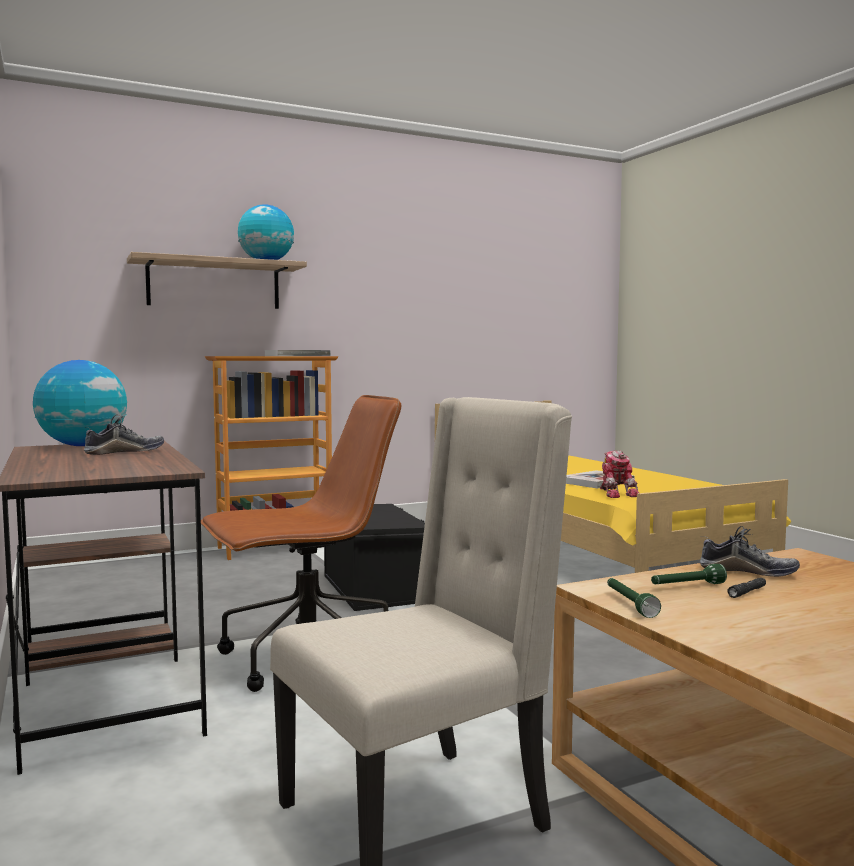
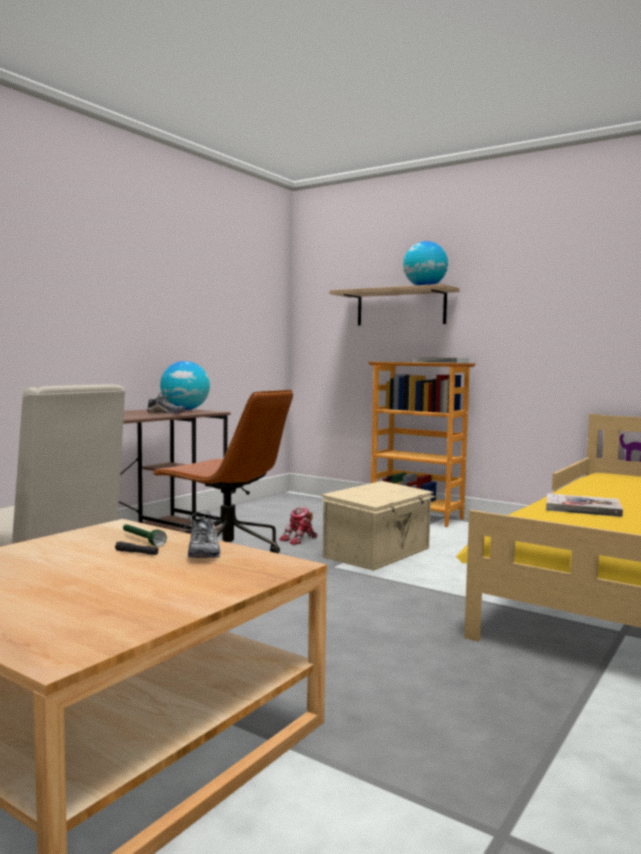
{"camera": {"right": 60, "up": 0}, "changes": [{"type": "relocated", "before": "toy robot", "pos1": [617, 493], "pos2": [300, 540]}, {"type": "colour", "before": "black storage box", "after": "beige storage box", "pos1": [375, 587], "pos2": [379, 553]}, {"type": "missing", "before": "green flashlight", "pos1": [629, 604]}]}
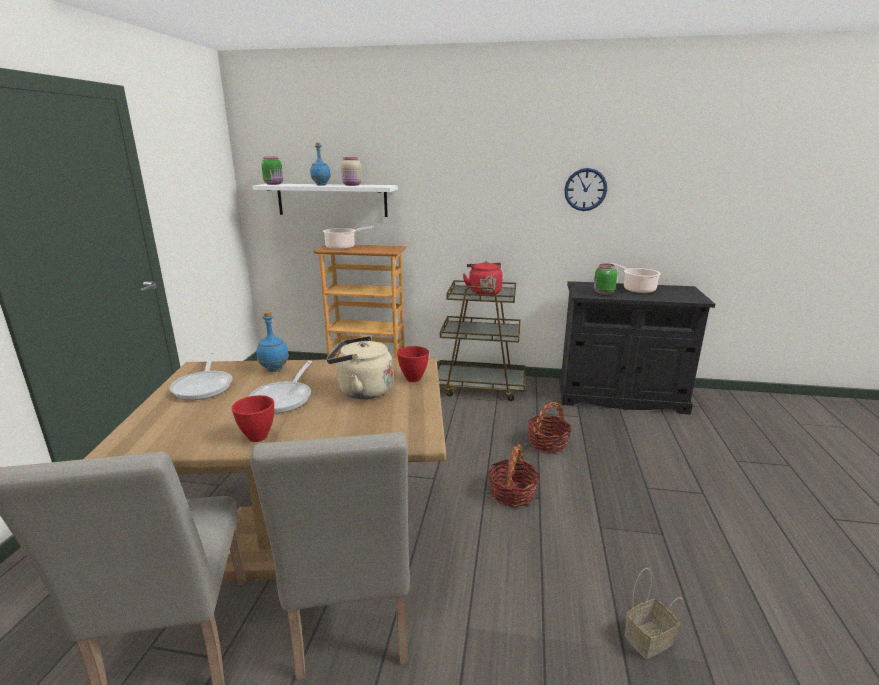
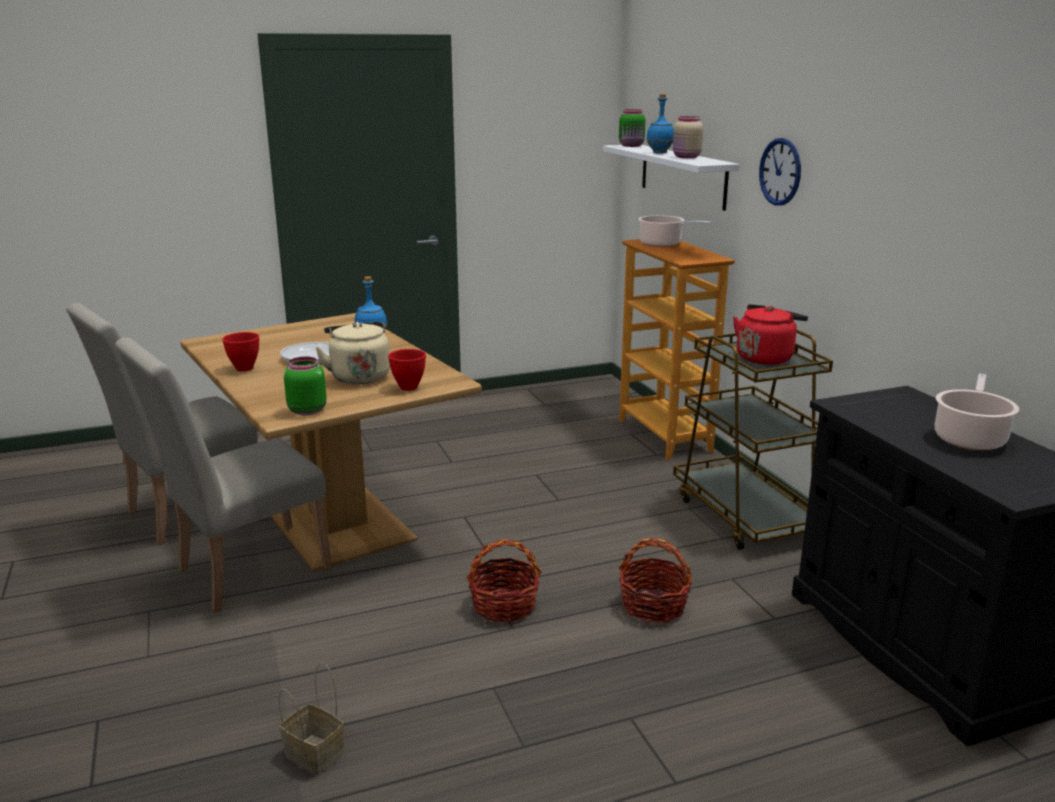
{"camera": {"right": 60, "up": 0}, "changes": [{"type": "relocated", "before": "wall clock", "pos1": [585, 189], "pos2": [780, 172]}, {"type": "relocated", "before": "green jar", "pos1": [603, 293], "pos2": [306, 410]}, {"type": "missing", "before": "frying pan", "pos1": [204, 386]}]}
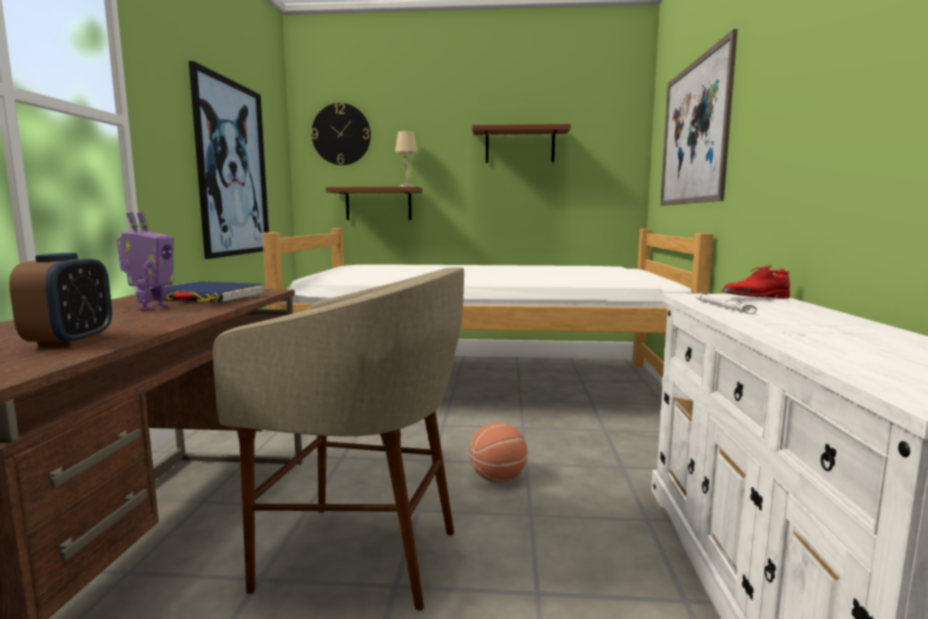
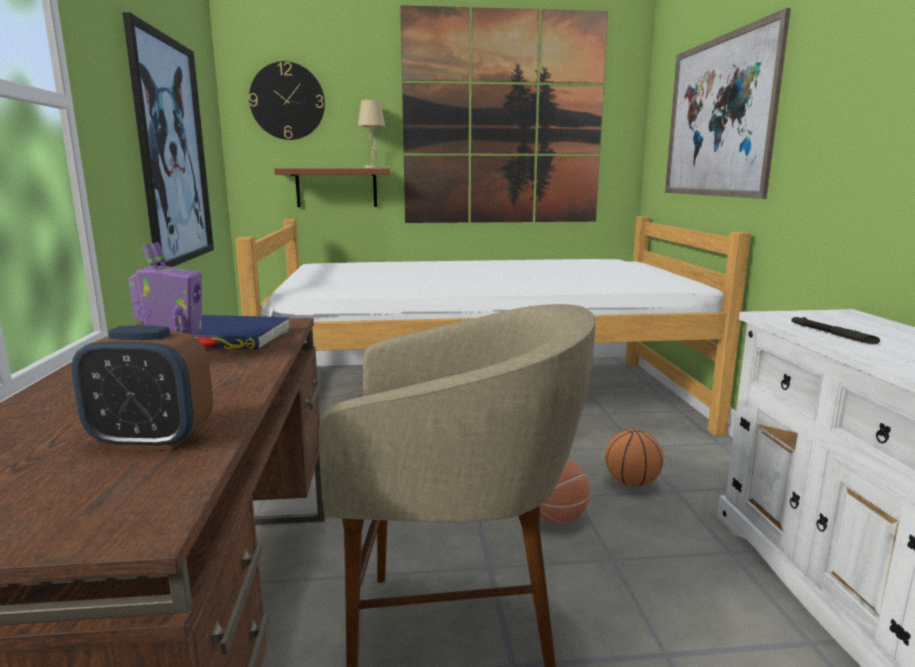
{"camera": {"right": -10, "up": 5}, "changes": [{"type": "exchanged", "before": "brown shelf", "after": "picture", "pos1": [520, 146], "pos2": [503, 119]}, {"type": "spun", "before": "alarm clock", "pos1": [71, 341], "pos2": [152, 440], "turn": 105}, {"type": "missing", "before": "red shoe", "pos1": [756, 298]}, {"type": "colour", "before": "white flashlight", "after": "black flashlight", "pos1": [723, 307], "pos2": [831, 334]}, {"type": "appeared", "after": "basketball", "pos2": [631, 483]}]}
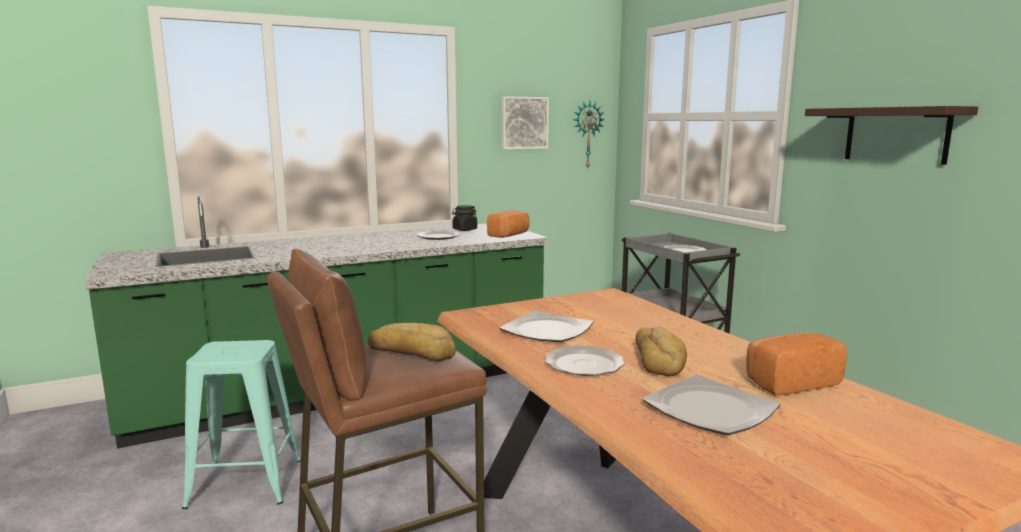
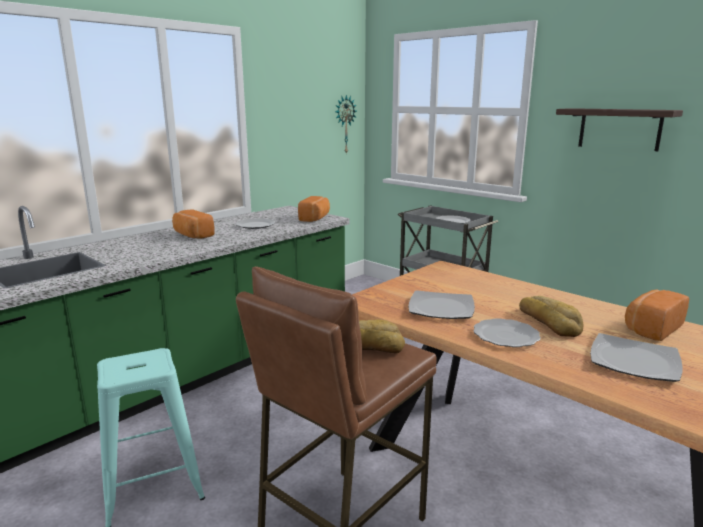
{"camera": {"right": -20, "up": 5}, "changes": [{"type": "missing", "before": "picture", "pos1": [523, 123]}, {"type": "missing", "before": "black jar", "pos1": [464, 229]}, {"type": "appeared", "after": "bread", "pos2": [192, 235]}]}
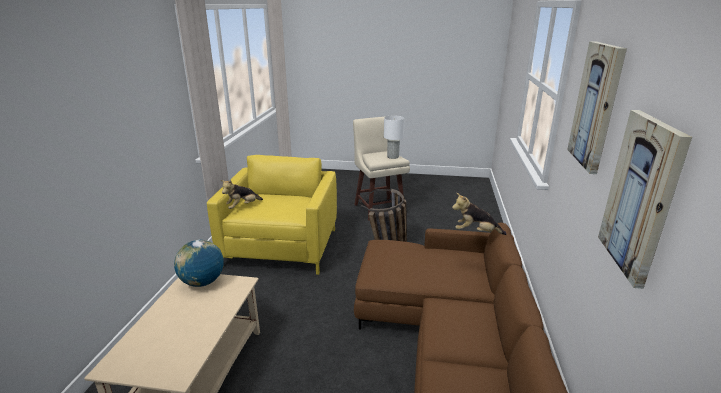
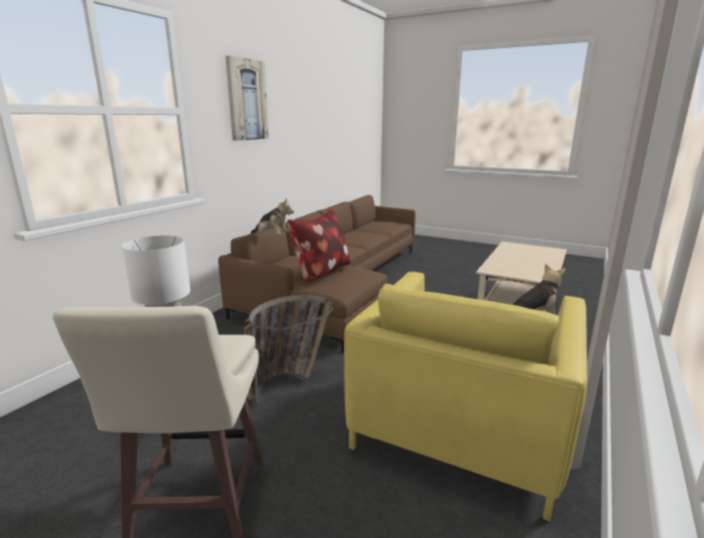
{"camera": {"right": -160, "up": -5}, "changes": [{"type": "missing", "before": "picture", "pos1": [641, 196]}, {"type": "missing", "before": "globe", "pos1": [202, 282]}, {"type": "appeared", "after": "pillow", "pos2": [321, 273]}]}
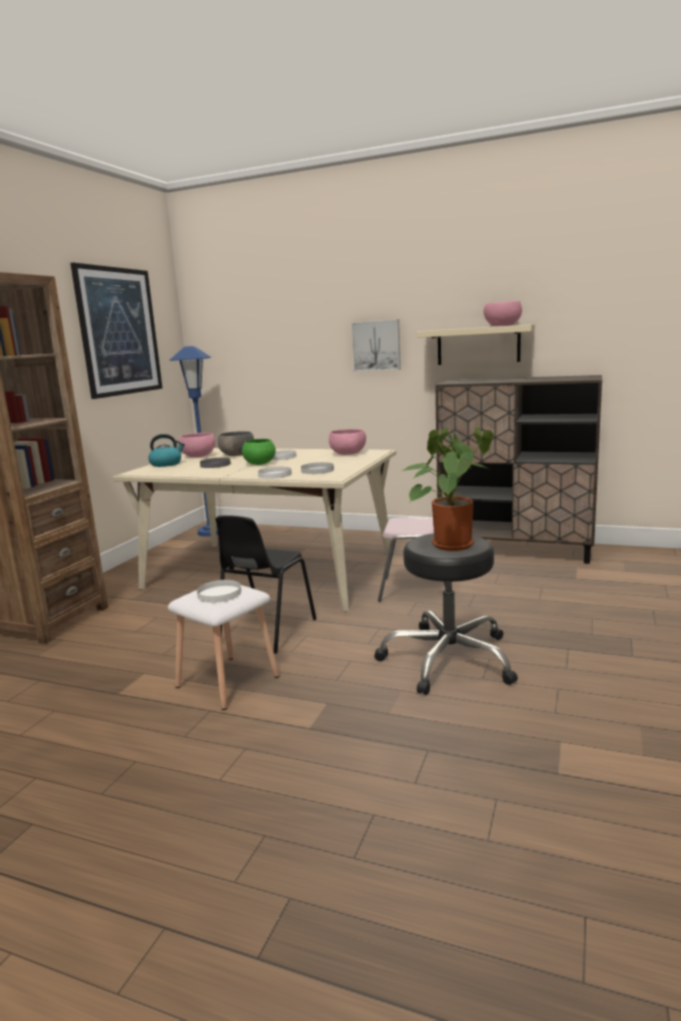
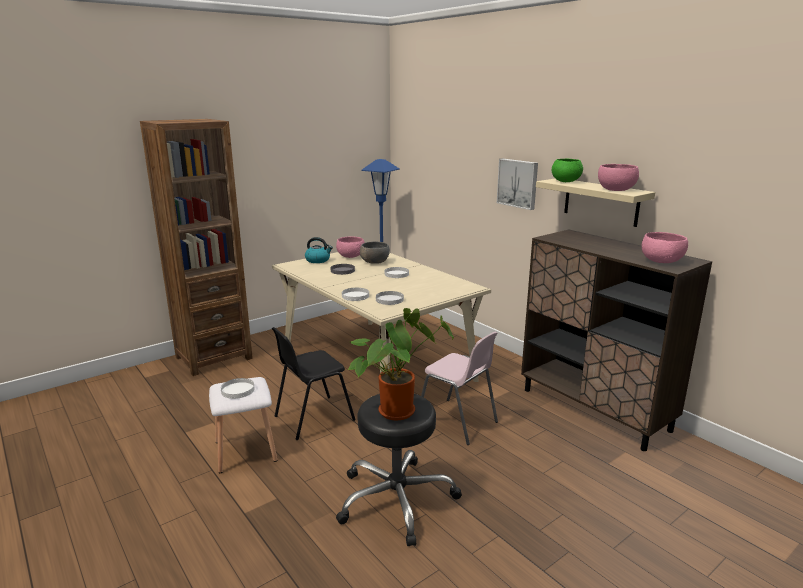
{"camera": {"right": 30, "up": 5}, "changes": [{"type": "missing", "before": "picture", "pos1": [119, 331]}, {"type": "relocated", "before": "pink bowl", "pos1": [348, 453], "pos2": [661, 261]}, {"type": "relocated", "before": "green bowl", "pos1": [259, 464], "pos2": [565, 181]}]}
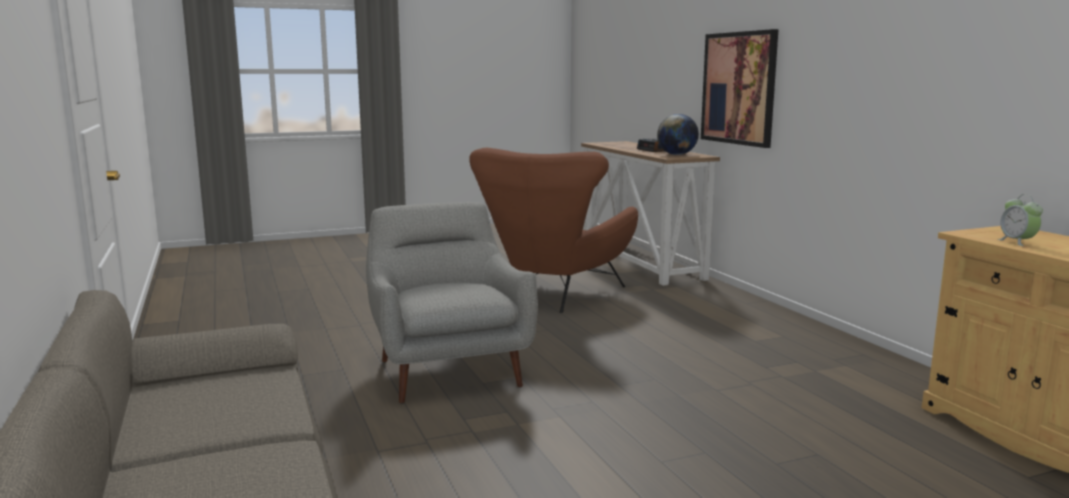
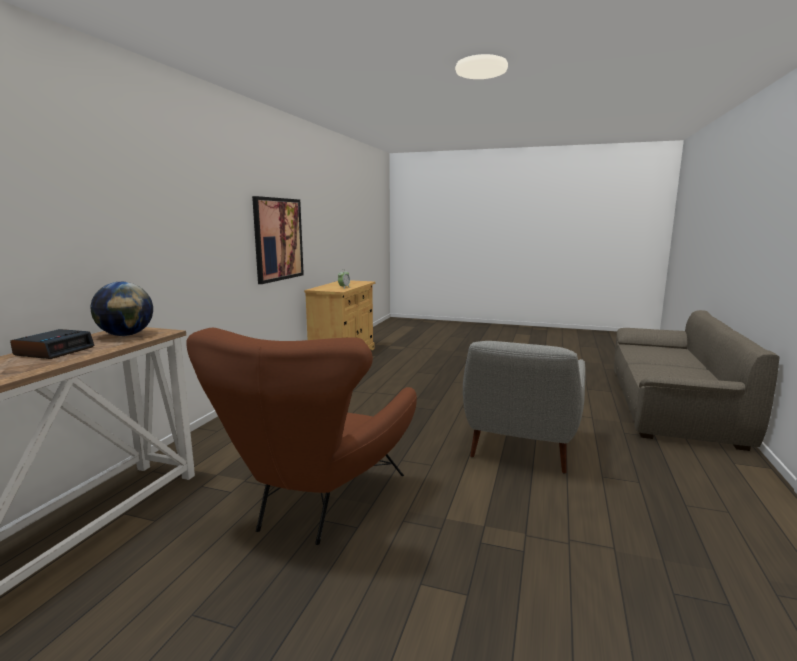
{"camera": {"right": -140, "up": 0}, "changes": [{"type": "relocated", "before": "picture", "pos1": [738, 88], "pos2": [278, 239]}, {"type": "spun", "before": "brown armchair", "pos1": [553, 297], "pos2": [315, 503], "turn": 135}]}
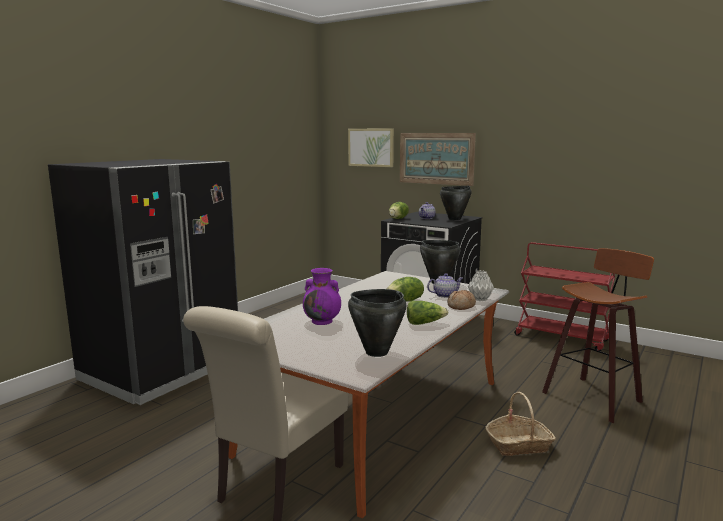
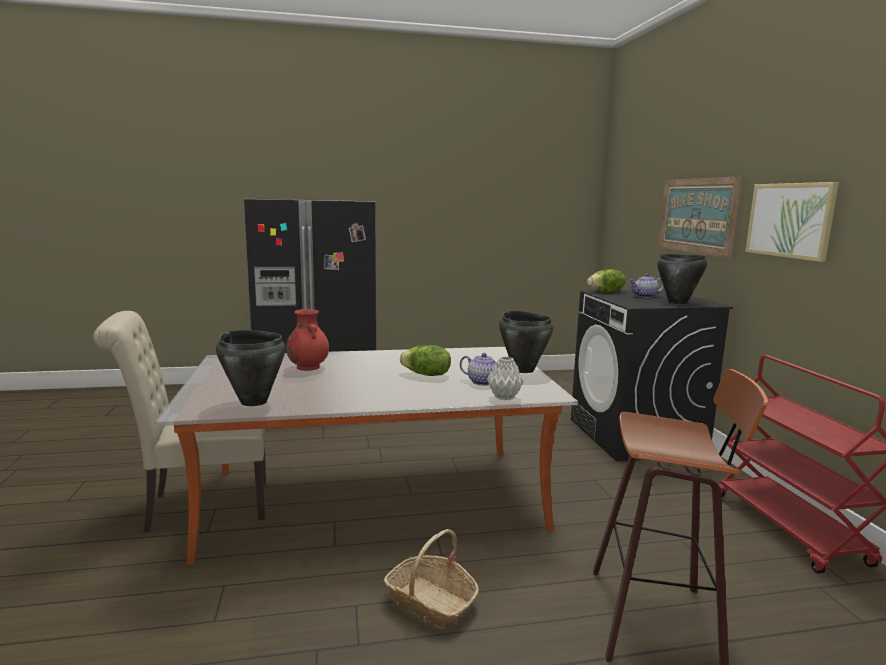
{"camera": {"right": 45, "up": 0}, "changes": [{"type": "relocated", "before": "picture", "pos1": [371, 147], "pos2": [790, 220]}, {"type": "colour", "before": "purple vase", "after": "red vase", "pos1": [322, 321], "pos2": [308, 367]}, {"type": "missing", "before": "bread", "pos1": [461, 306]}, {"type": "missing", "before": "lettuce", "pos1": [424, 323]}]}
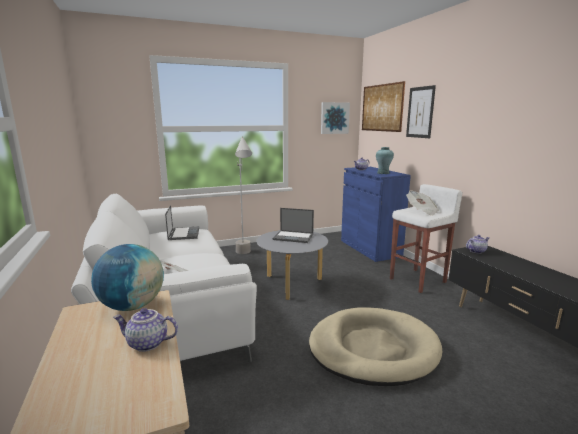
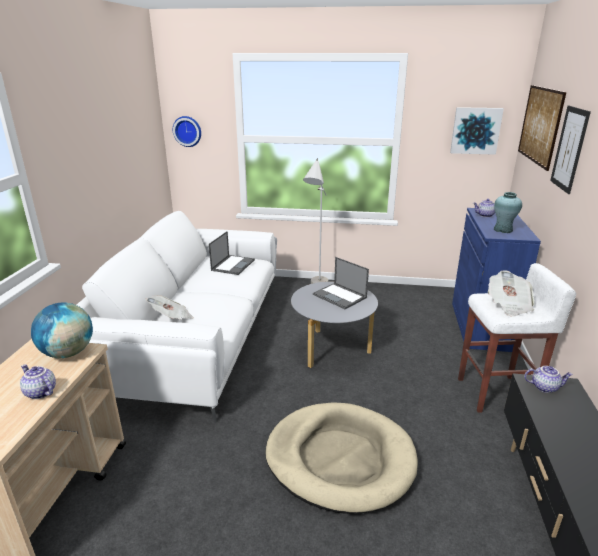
{"camera": {"right": 30, "up": 10}, "changes": [{"type": "appeared", "after": "wall clock", "pos2": [187, 131]}]}
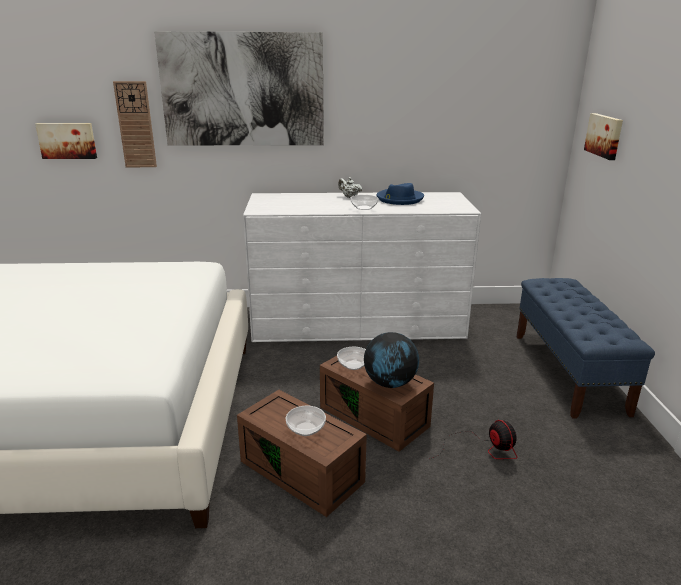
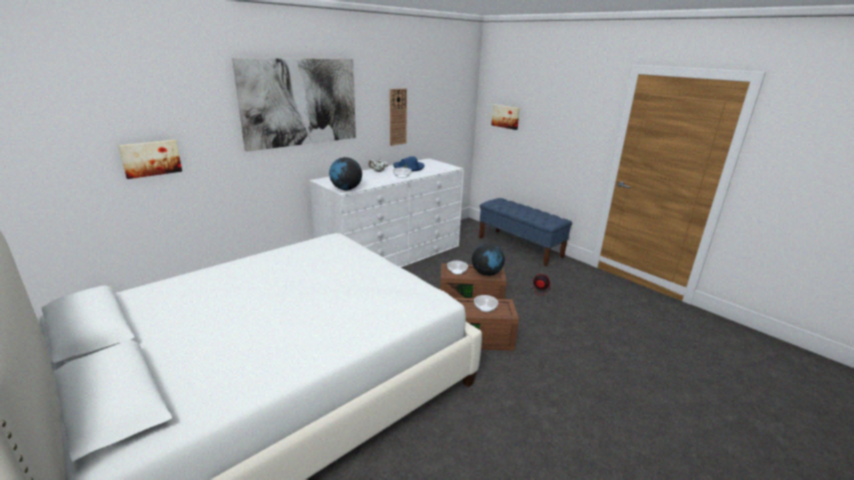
{"camera": {"right": -40, "up": 0}, "changes": [{"type": "relocated", "before": "wall clock", "pos1": [135, 125], "pos2": [397, 117]}, {"type": "appeared", "after": "globe", "pos2": [346, 189]}]}
